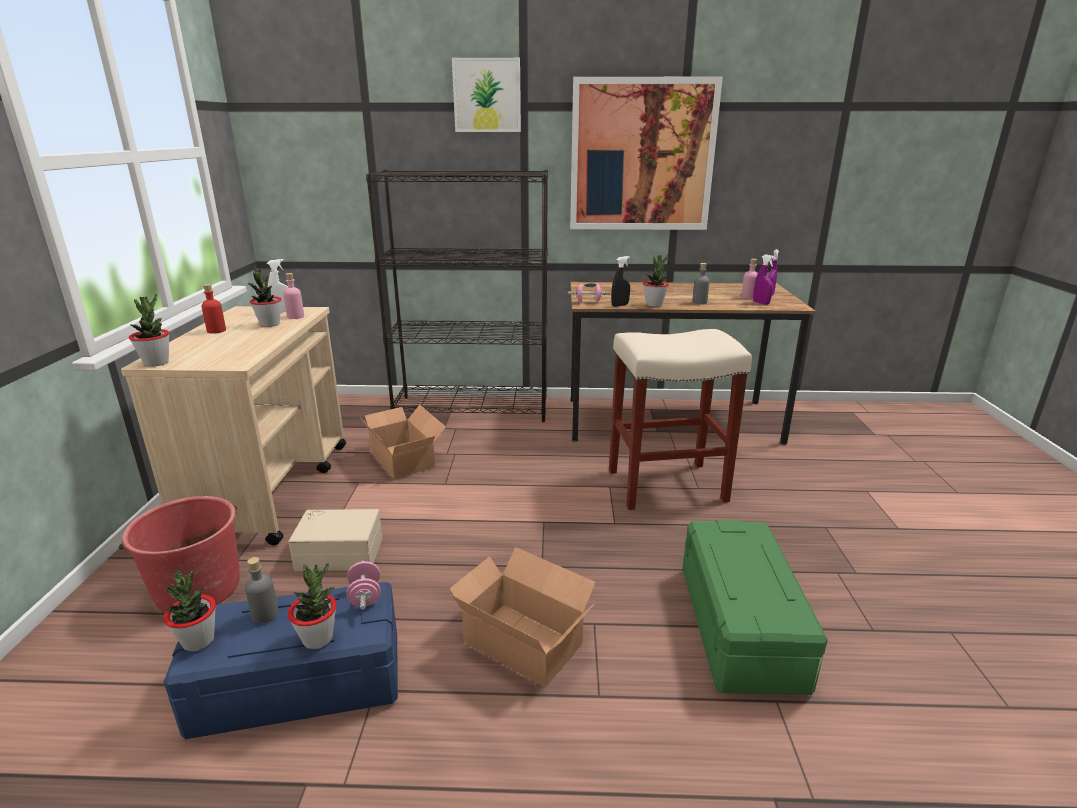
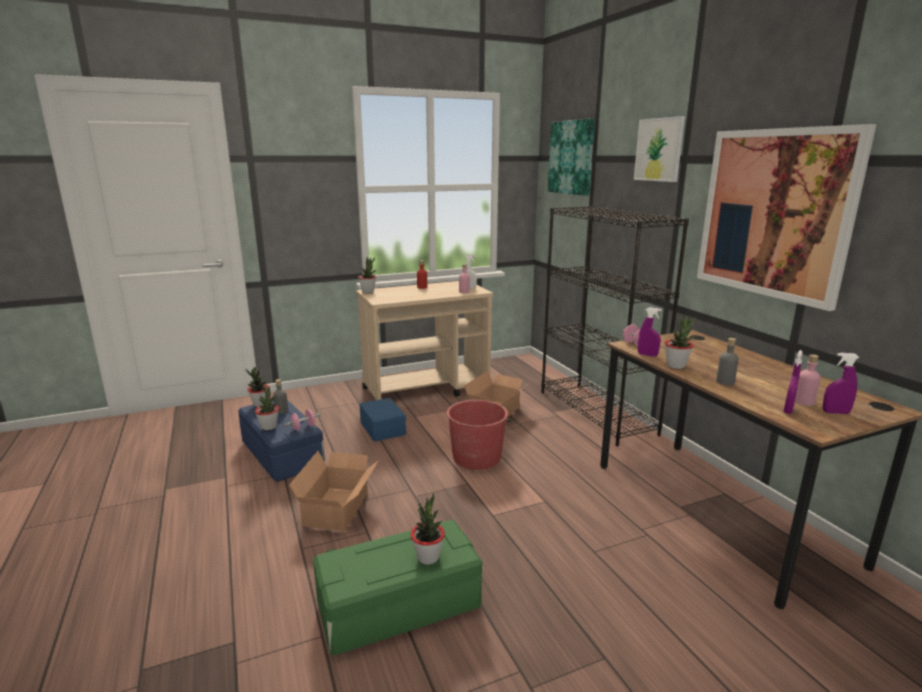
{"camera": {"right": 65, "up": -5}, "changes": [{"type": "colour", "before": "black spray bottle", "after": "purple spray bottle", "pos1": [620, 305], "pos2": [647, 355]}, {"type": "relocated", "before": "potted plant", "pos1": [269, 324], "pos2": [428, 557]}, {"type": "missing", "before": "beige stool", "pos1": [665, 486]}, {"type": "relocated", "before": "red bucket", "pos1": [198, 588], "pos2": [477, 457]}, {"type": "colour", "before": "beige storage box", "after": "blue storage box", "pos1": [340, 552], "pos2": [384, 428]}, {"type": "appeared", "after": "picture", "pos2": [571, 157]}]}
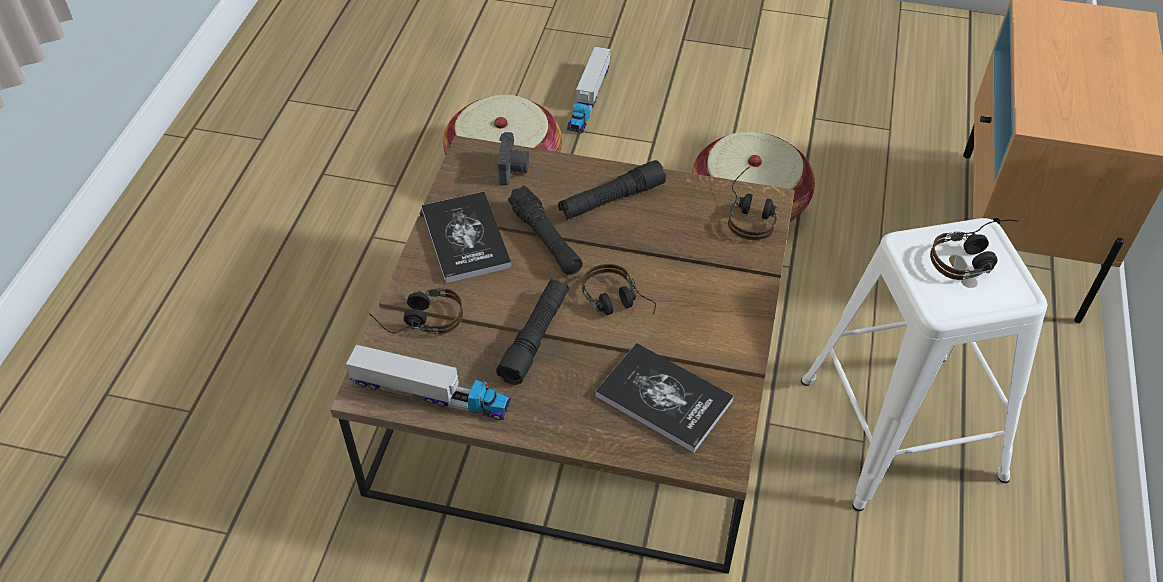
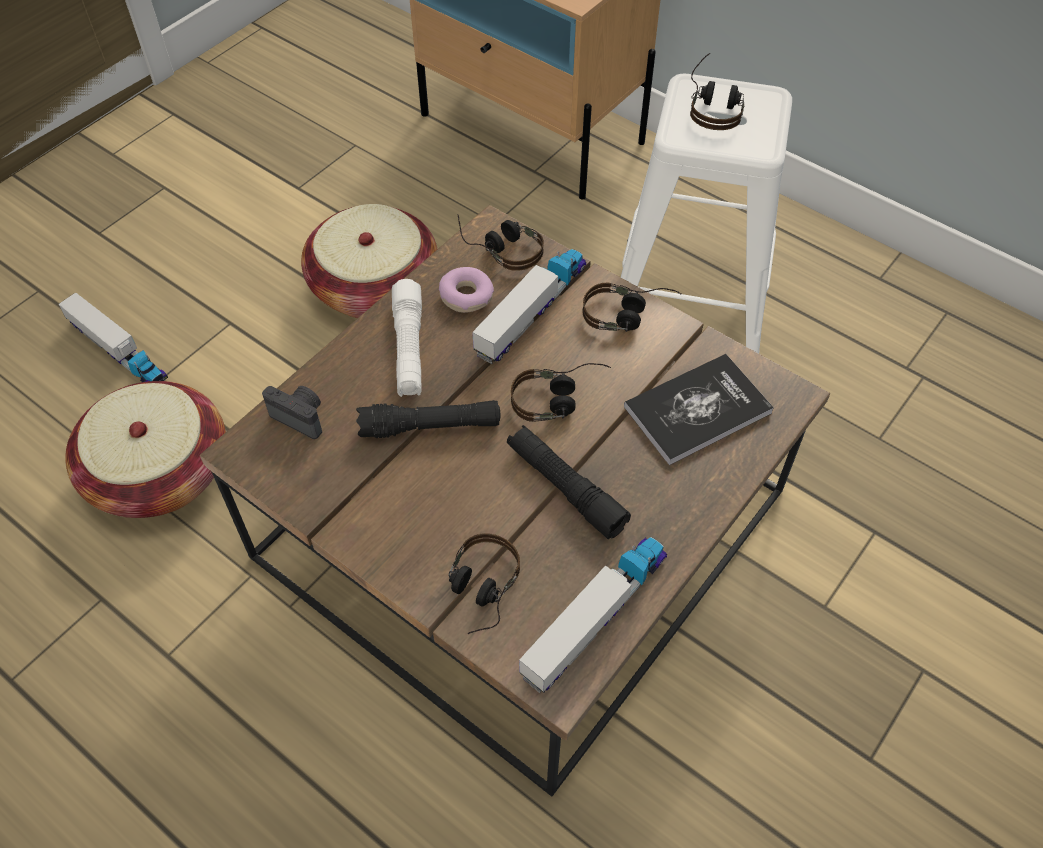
{"camera": {"right": -65, "up": 5}, "changes": [{"type": "colour", "before": "black flashlight", "after": "white flashlight", "pos1": [611, 200], "pos2": [409, 347]}, {"type": "missing", "before": "book", "pos1": [466, 238]}, {"type": "appeared", "after": "toy truck", "pos2": [532, 310]}, {"type": "appeared", "after": "donut", "pos2": [466, 296]}, {"type": "appeared", "after": "headphones", "pos2": [629, 316]}]}
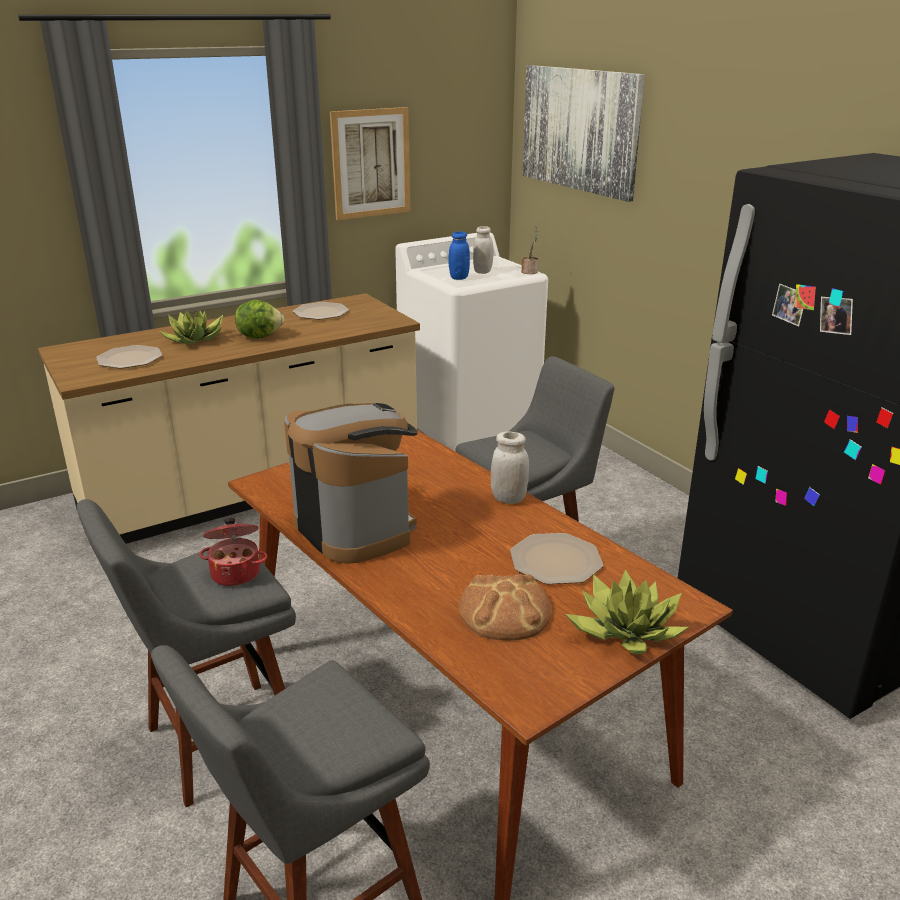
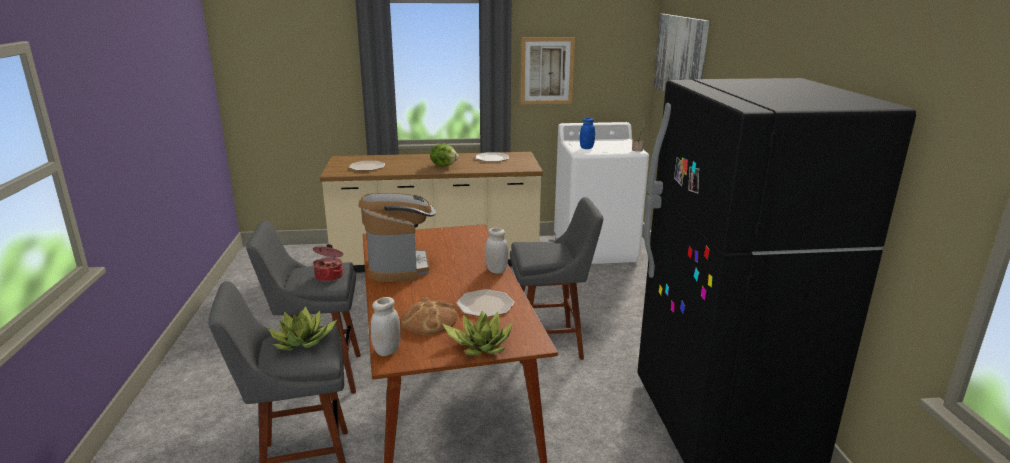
{"camera": {"right": 25, "up": -5}, "changes": [{"type": "relocated", "before": "white jar", "pos1": [482, 271], "pos2": [387, 351]}, {"type": "relocated", "before": "potted plant", "pos1": [195, 339], "pos2": [303, 341]}]}
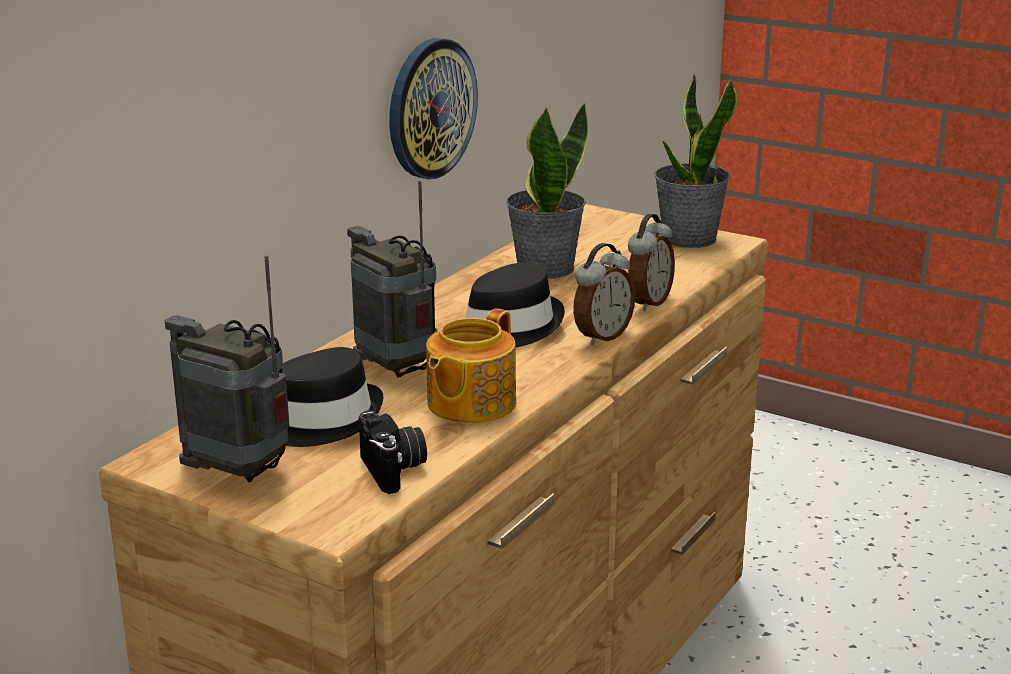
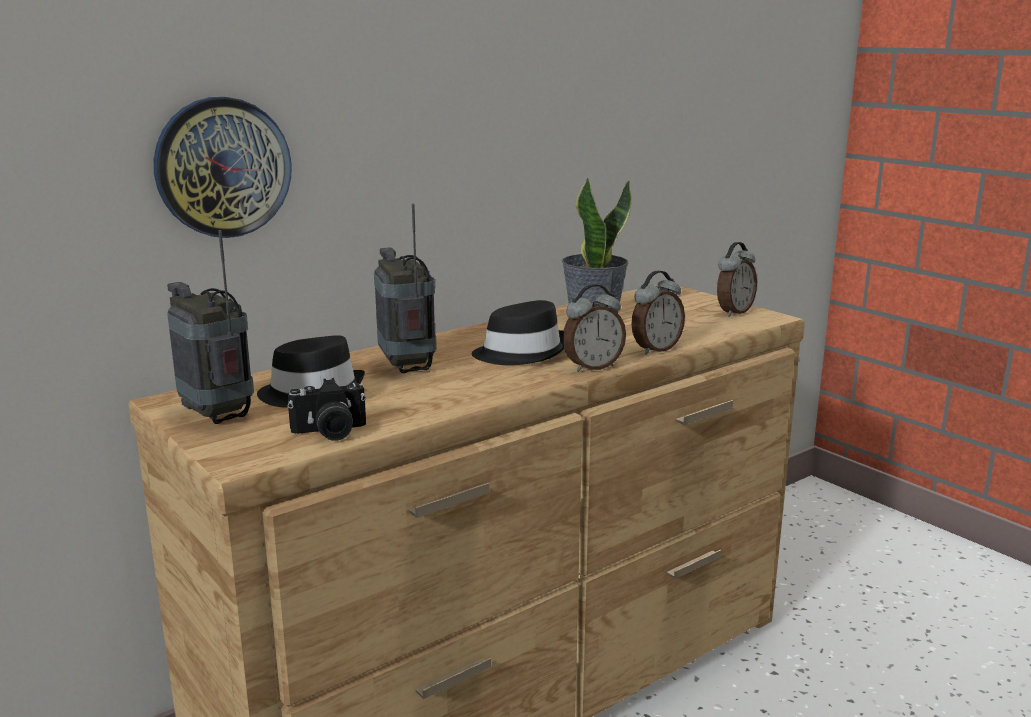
{"camera": {"right": 20, "up": -5}, "changes": [{"type": "relocated", "before": "wall clock", "pos1": [430, 108], "pos2": [223, 167]}, {"type": "exchanged", "before": "potted plant", "after": "alarm clock", "pos1": [688, 239], "pos2": [733, 312]}, {"type": "missing", "before": "teapot", "pos1": [469, 404]}, {"type": "spun", "before": "photo camera", "pos1": [394, 470], "pos2": [330, 432], "turn": 75}]}
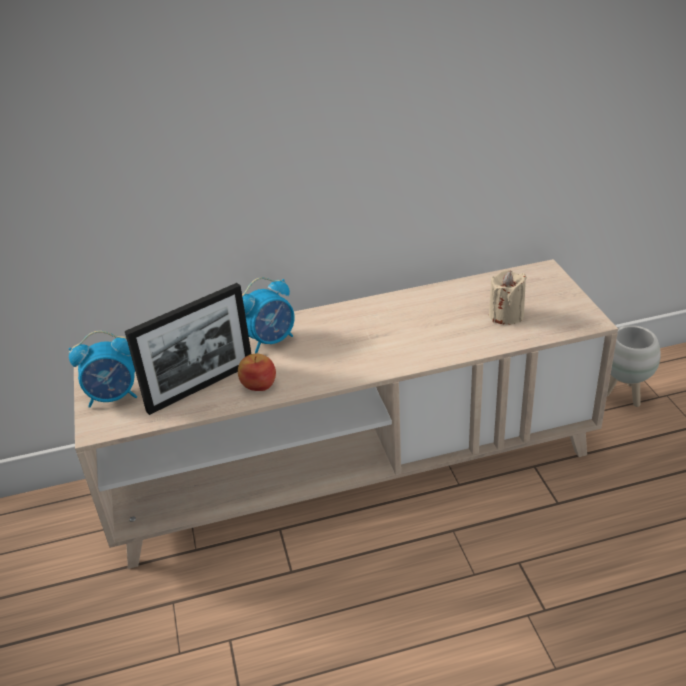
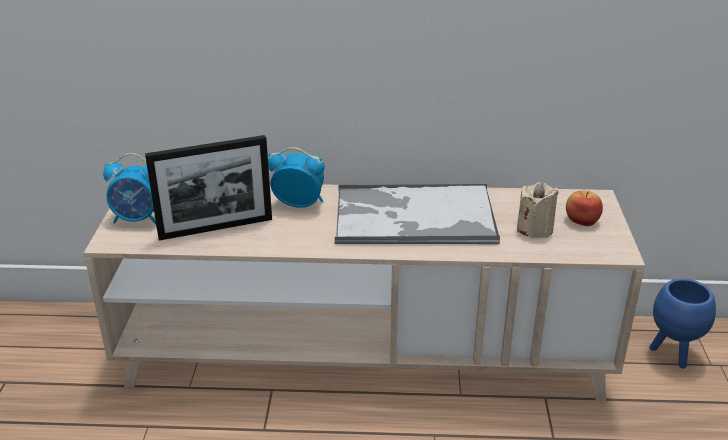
{"camera": {"right": 15, "up": -5}, "changes": [{"type": "spun", "before": "alarm clock", "pos1": [270, 340], "pos2": [299, 204], "turn": -150}, {"type": "colour", "before": "white planter", "after": "blue planter", "pos1": [624, 395], "pos2": [673, 354]}, {"type": "relocated", "before": "apple", "pos1": [258, 384], "pos2": [582, 220]}, {"type": "appeared", "after": "tray", "pos2": [413, 216]}]}
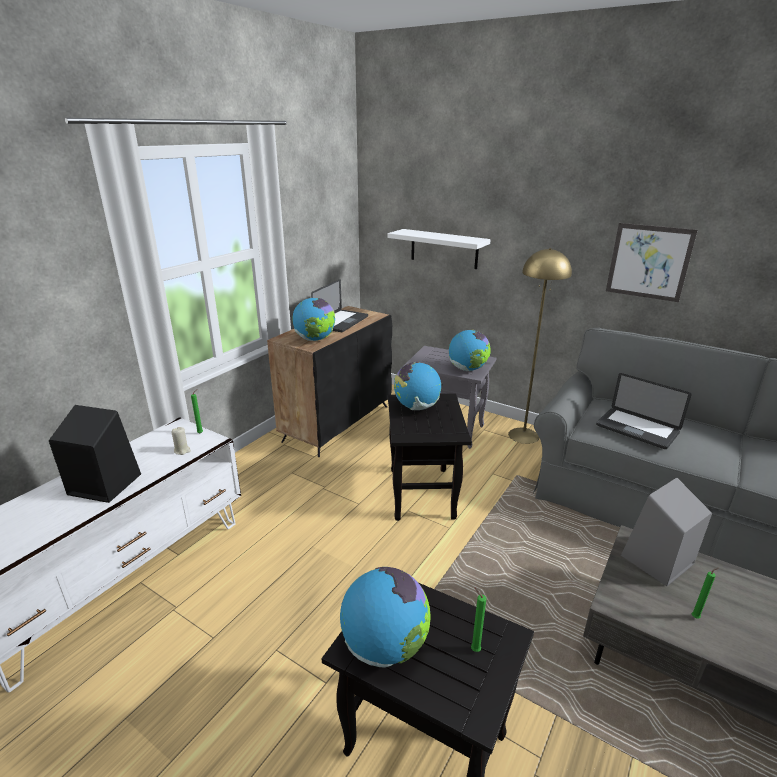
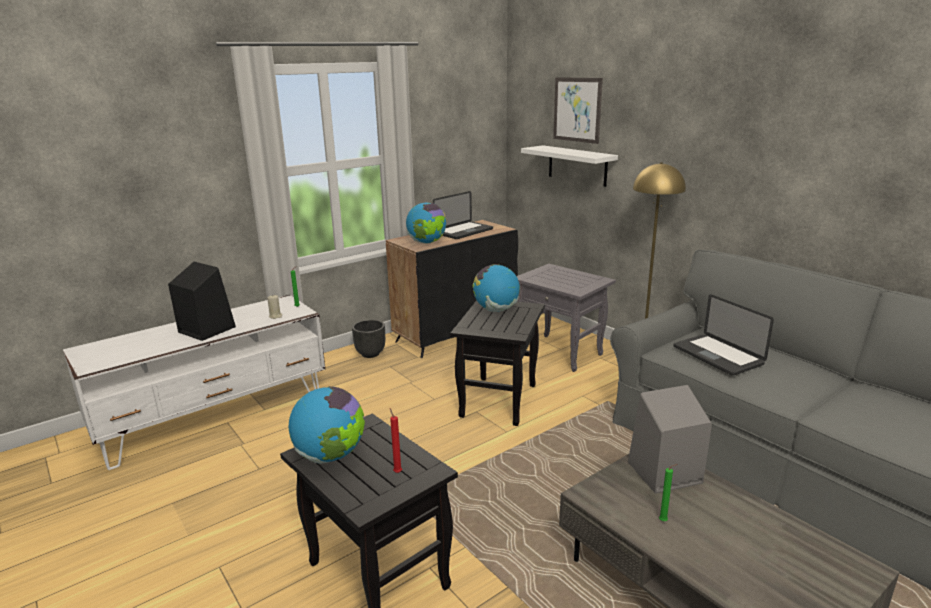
{"camera": {"right": 20, "up": -5}, "changes": [{"type": "relocated", "before": "picture", "pos1": [649, 262], "pos2": [577, 109]}, {"type": "missing", "before": "globe", "pos1": [467, 369]}, {"type": "colour", "before": "green candle", "after": "red candle", "pos1": [474, 649], "pos2": [397, 472]}, {"type": "appeared", "after": "black planter", "pos2": [371, 354]}]}
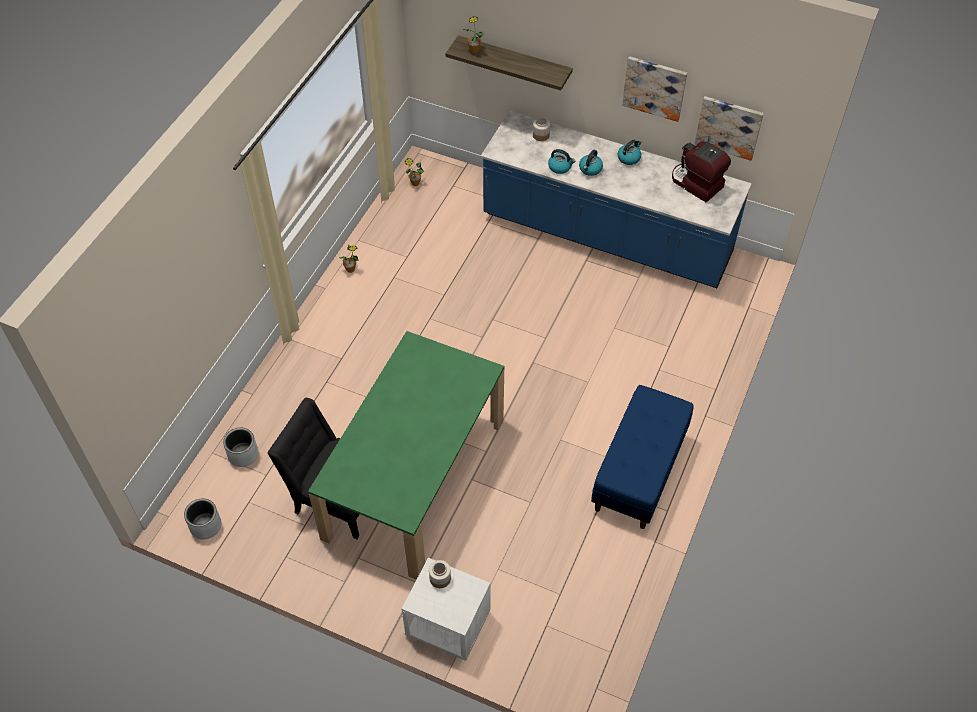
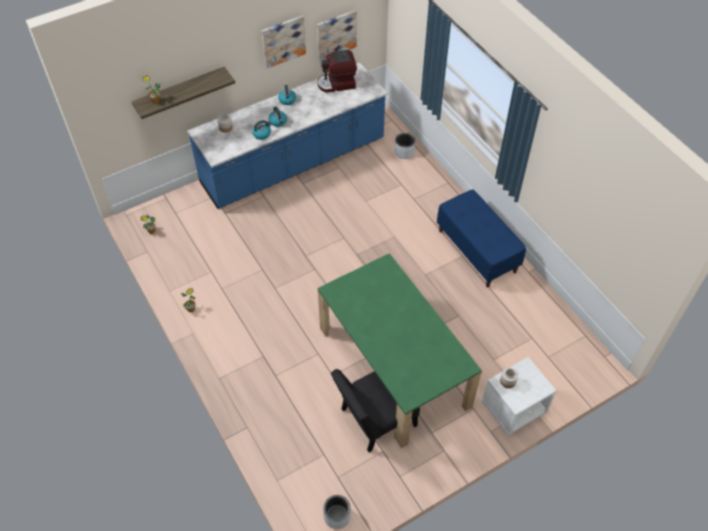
{"camera": {"right": -55, "up": 0}, "changes": [{"type": "relocated", "before": "grey planter", "pos1": [243, 455], "pos2": [404, 152]}]}
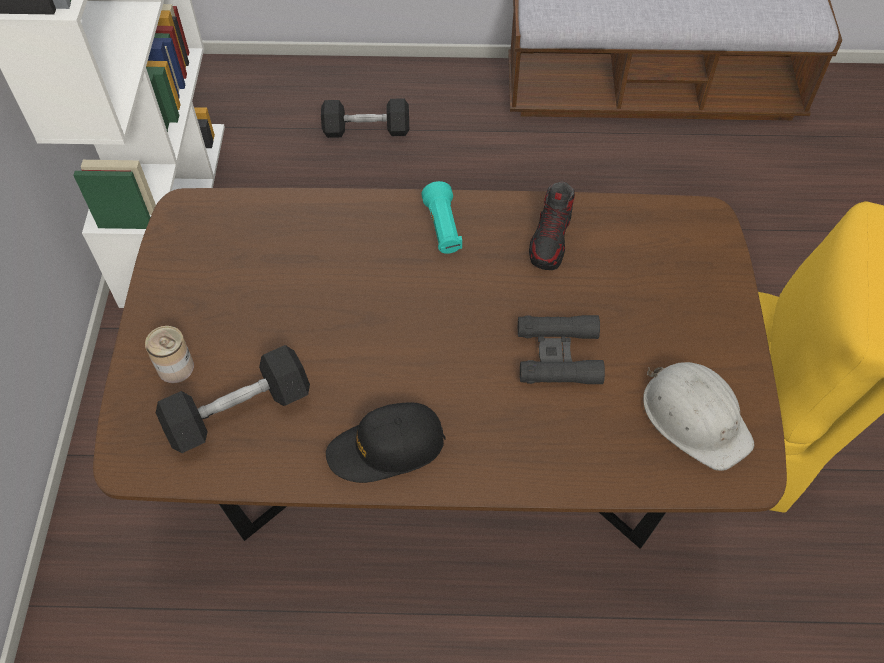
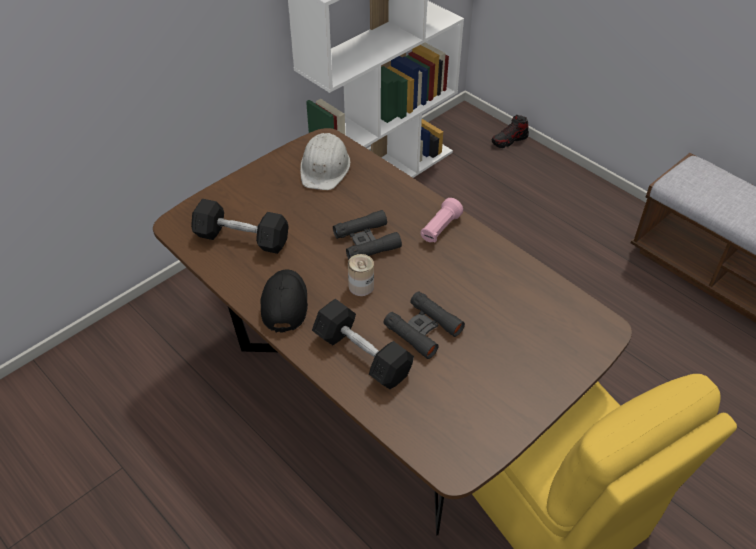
{"camera": {"right": 45, "up": -10}, "changes": [{"type": "relocated", "before": "black dumbbell", "pos1": [366, 129], "pos2": [362, 355]}, {"type": "colour", "before": "turquoise flashlight", "after": "pink flashlight", "pos1": [443, 228], "pos2": [440, 229]}, {"type": "relocated", "before": "shoe", "pos1": [551, 240], "pos2": [509, 140]}, {"type": "relocated", "before": "can", "pos1": [175, 367], "pos2": [361, 286]}, {"type": "relocated", "before": "white hard hat", "pos1": [695, 417], "pos2": [325, 167]}, {"type": "spun", "before": "black cap", "pos1": [386, 448], "pos2": [284, 303], "turn": 60}, {"type": "appeared", "after": "black binoculars", "pos2": [366, 241]}]}
